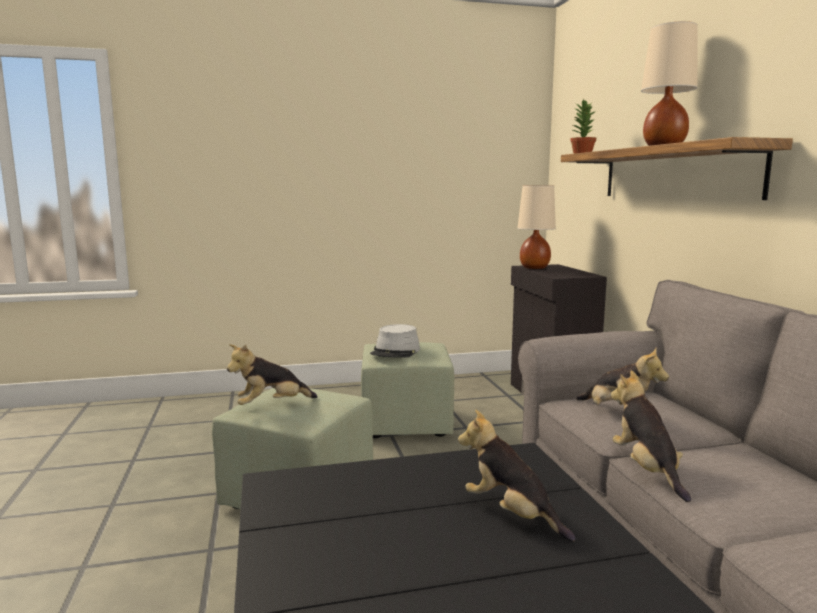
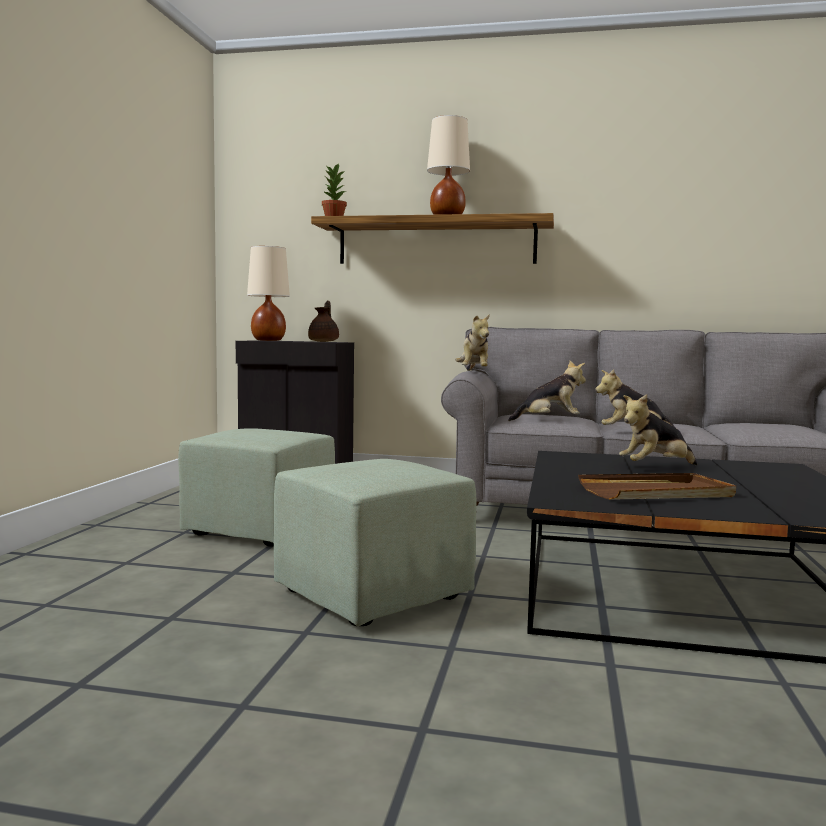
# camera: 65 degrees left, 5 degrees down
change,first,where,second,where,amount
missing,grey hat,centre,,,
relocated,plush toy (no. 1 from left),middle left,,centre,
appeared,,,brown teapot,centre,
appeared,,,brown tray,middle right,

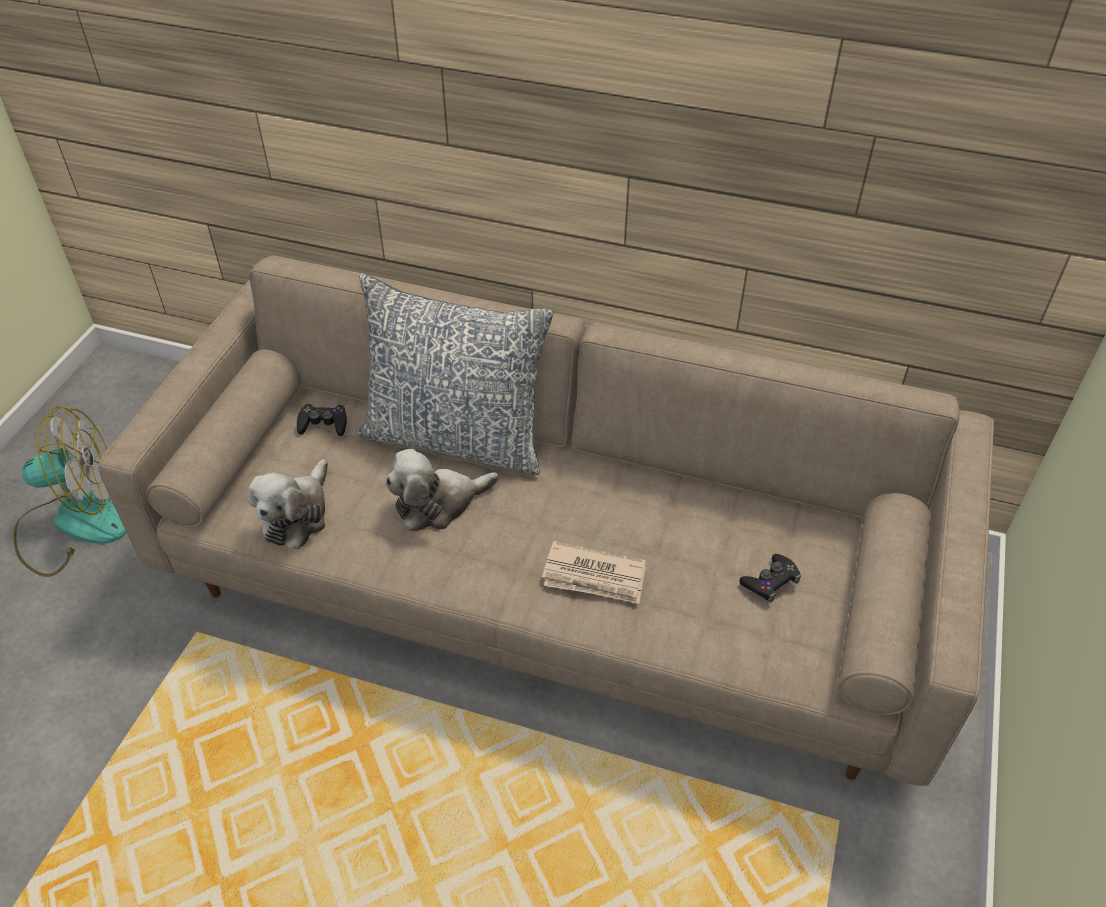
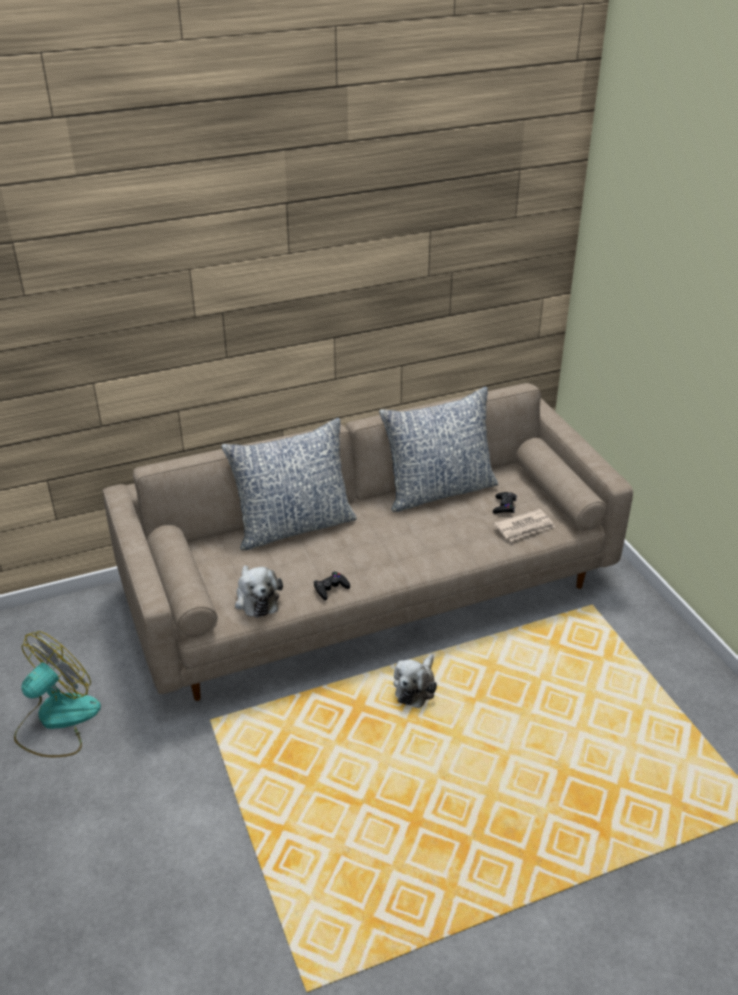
# camera: 40 degrees left, 10 degrees down
change,first,where,second,where,amount
relocated,black game controller (no. 1 from left),middle left,,centre,
relocated,plush toy (no. 2 from left),centre,,bottom centre,
relocated,newspaper,centre,,middle right,
appeared,,,pillow (no. 2 from left),centre,

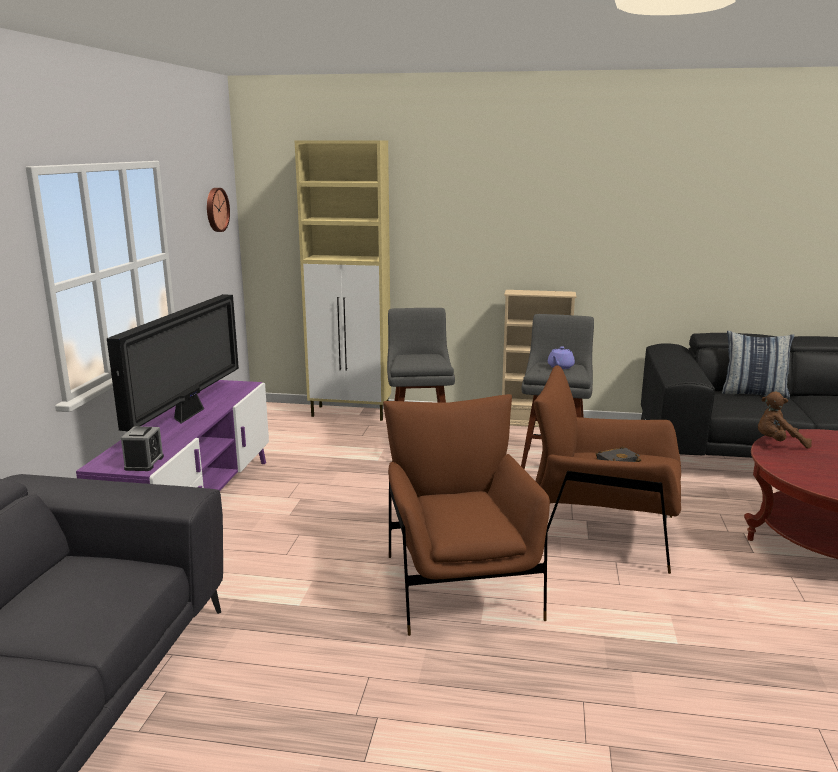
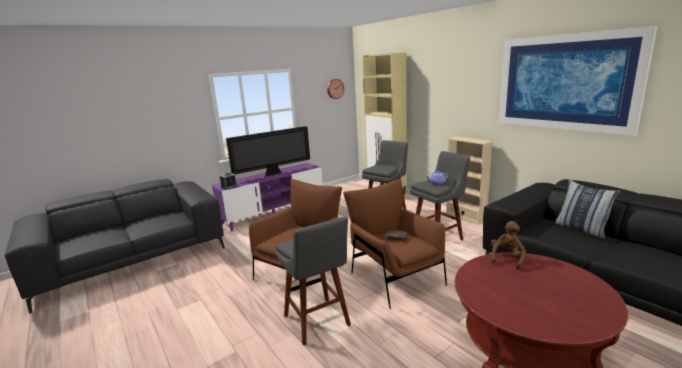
# camera: 45 degrees right, 0 degrees up
change,first,where,second,where,amount
spun,brown plush toy,middle right,,middle right,75 degrees clockwise
appeared,,,picture,top right,
appeared,,,grey stool (no. 1 from left),bottom centre,

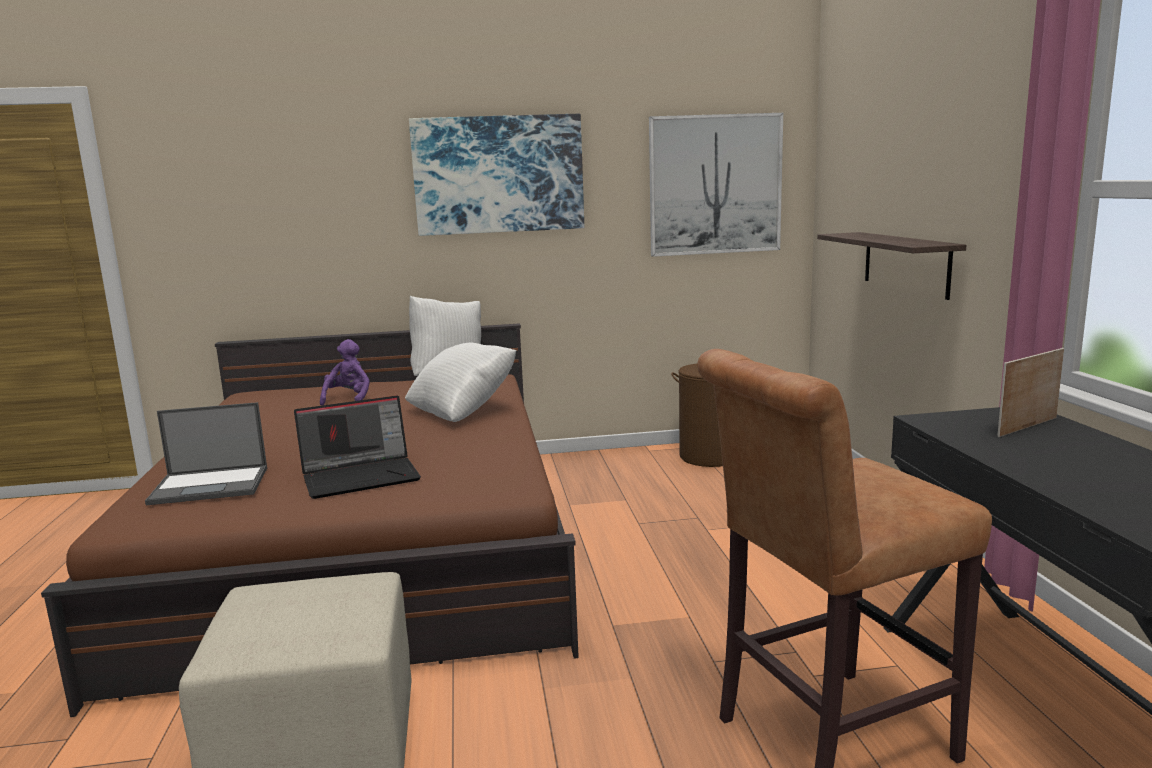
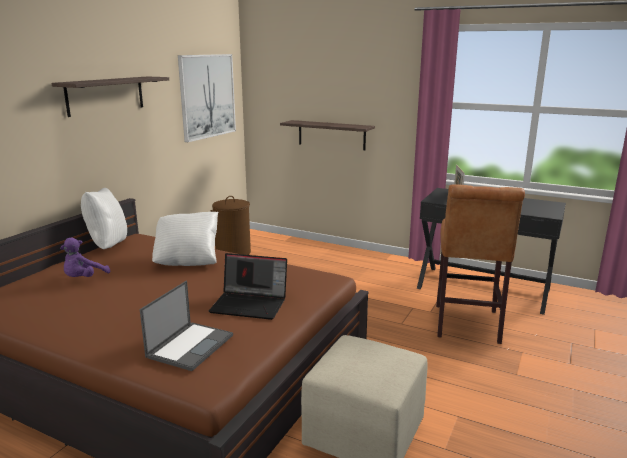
# camera: 55 degrees left, 5 degrees up
change,first,where,second,where,amount
exchanged,picture (no. 1 from left),top centre,shelf (no. 1 from left),top left,
spun,purple plush toy,middle left,,middle left,105 degrees counterclockwise
spun,laptop (no. 2 from left),middle left,,centre,90 degrees clockwise

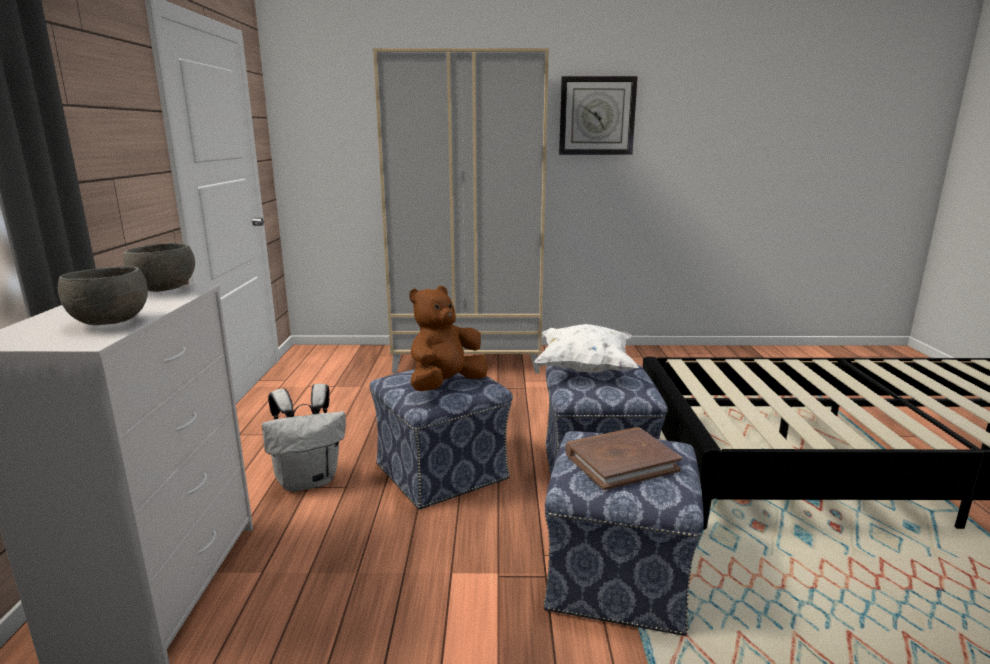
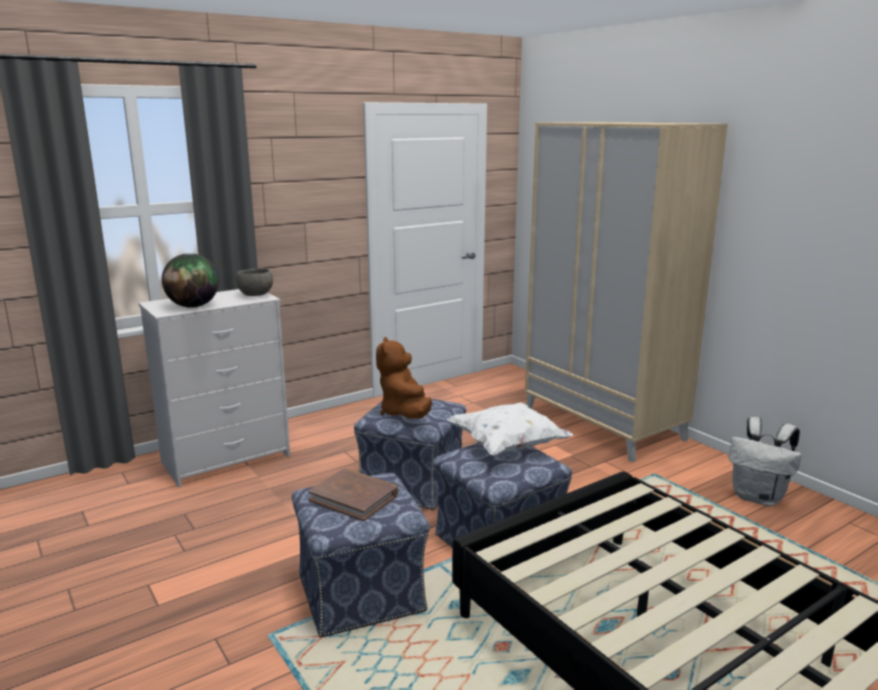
# camera: 55 degrees right, 0 degrees up
change,first,where,second,where,amount
missing,wall clock,top centre,,,
exchanged,grey bowl (no. 1 from left),middle left,globe,middle left,
spun,brown plush toy,centre,,centre,105 degrees counterclockwise
relocated,white backpack,middle left,,bottom right,

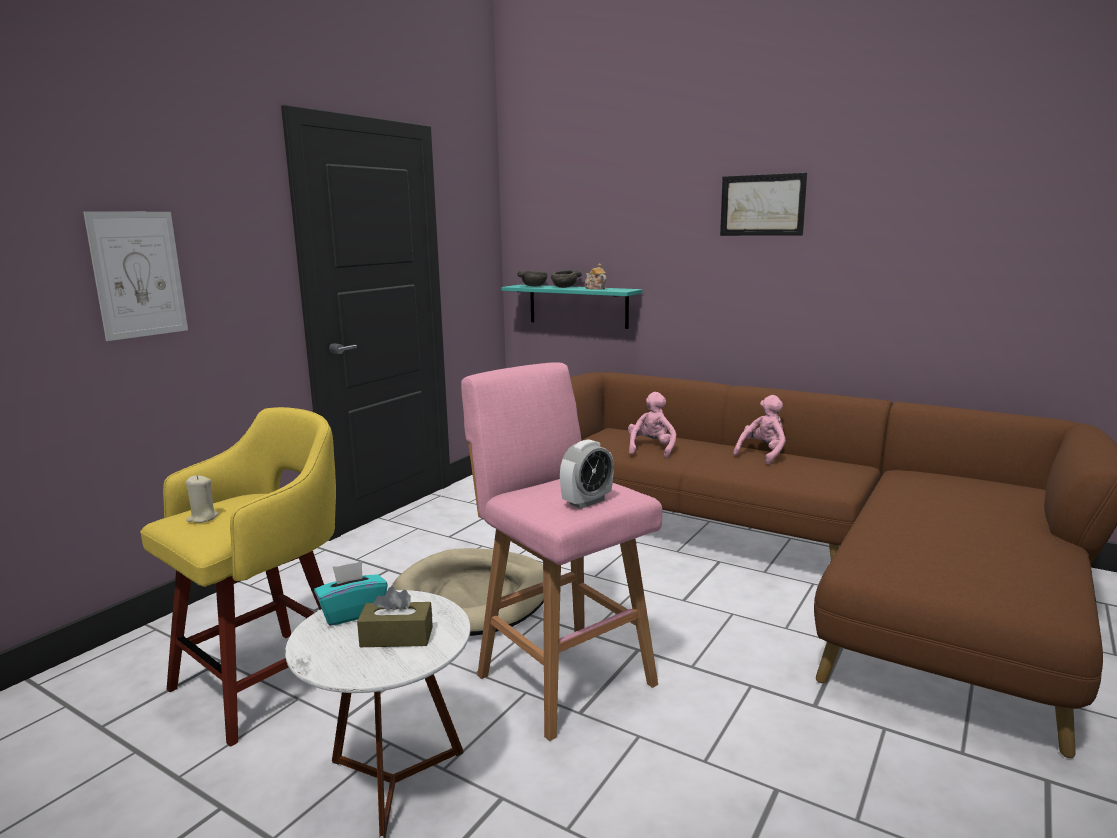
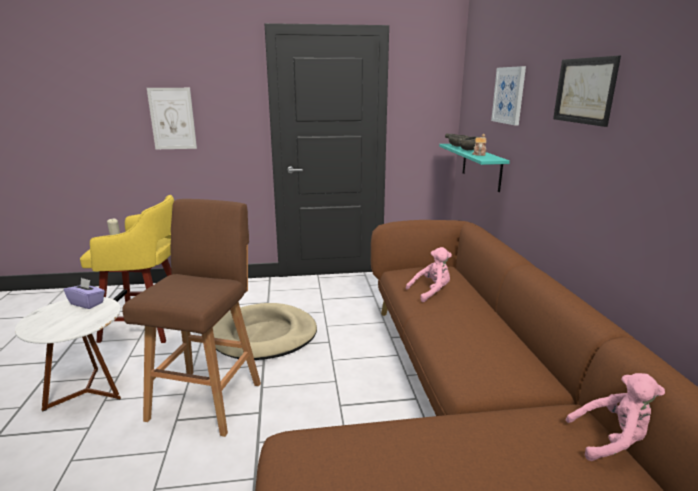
# camera: 50 degrees right, 5 degrees up
change,first,where,second,where,amount
colour,pink stool,centre,brown stool,middle left,
relocated,pink plush toy (no. 2 from left),middle right,,bottom right,
missing,alarm clock,centre,,,
colour,turquoise tissue box,bottom left,purple tissue box,middle left,
missing,brown tissue box,bottom centre,,,
appeared,,,picture (no. 2 from left),top right,

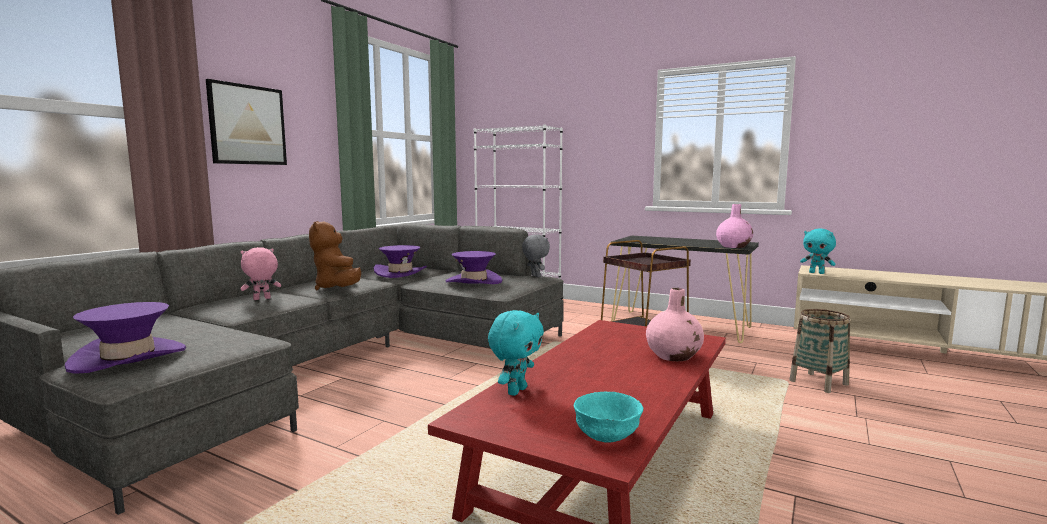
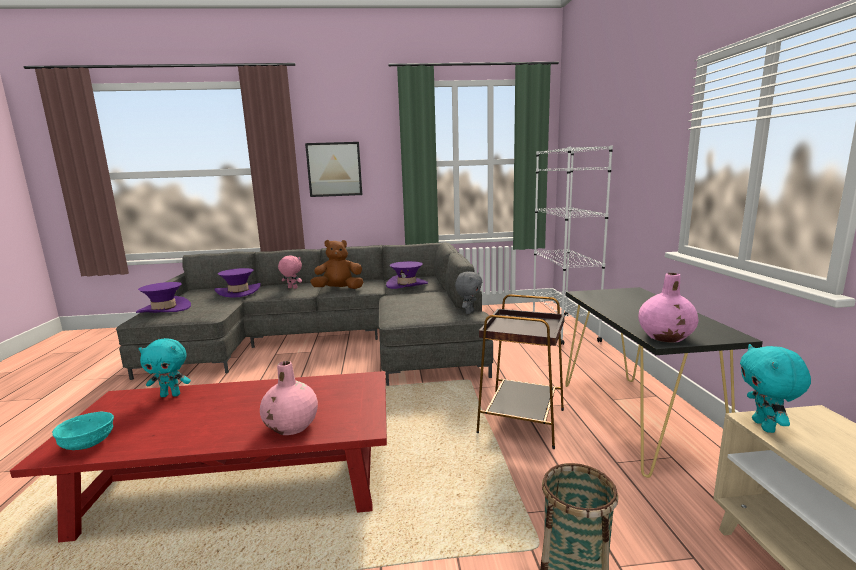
# camera: 55 degrees right, 5 degrees up
change,first,where,second,where,amount
spun,brown plush toy,middle left,,centre,45 degrees clockwise
relocated,purple hat (no. 3 from left in the first image),centre,purple hat (no. 2 from left),middle left,

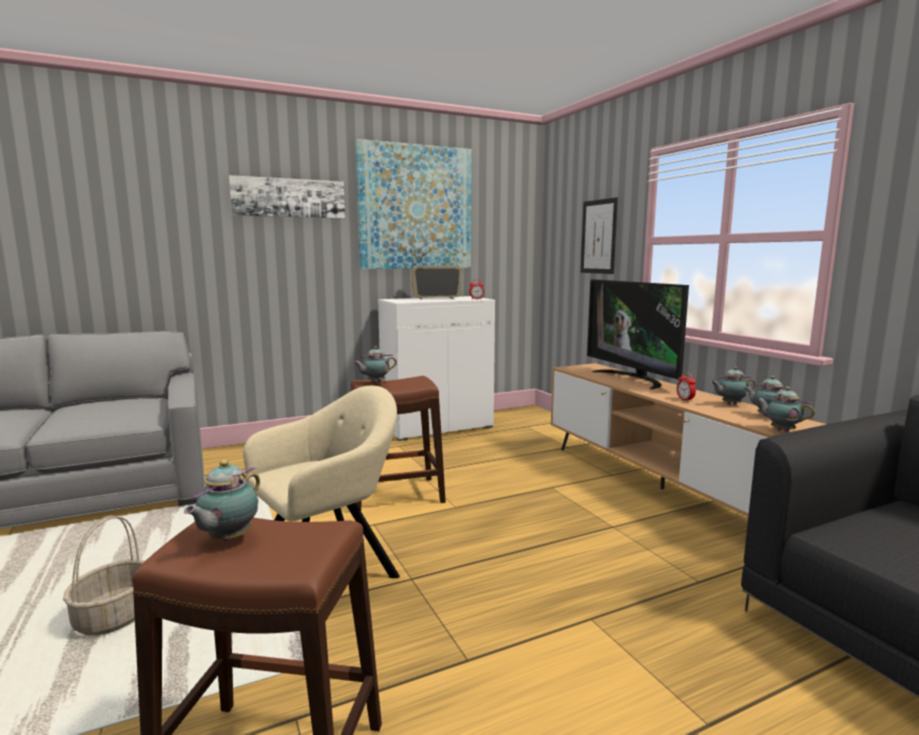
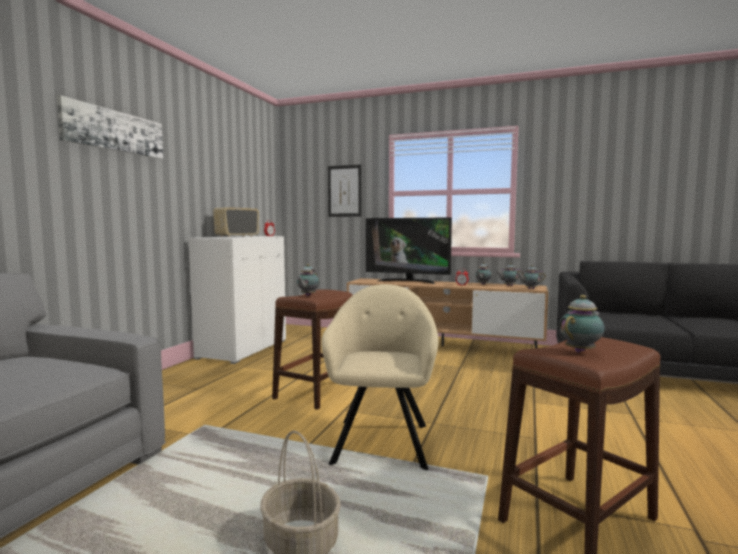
# camera: 45 degrees left, 5 degrees down
change,first,where,second,where,amount
missing,picture (no. 2 from left),top centre,,,
spun,teapot (no. 1 from left in the first image),bottom left,teapot (no. 5 from left),middle right,105 degrees counterclockwise

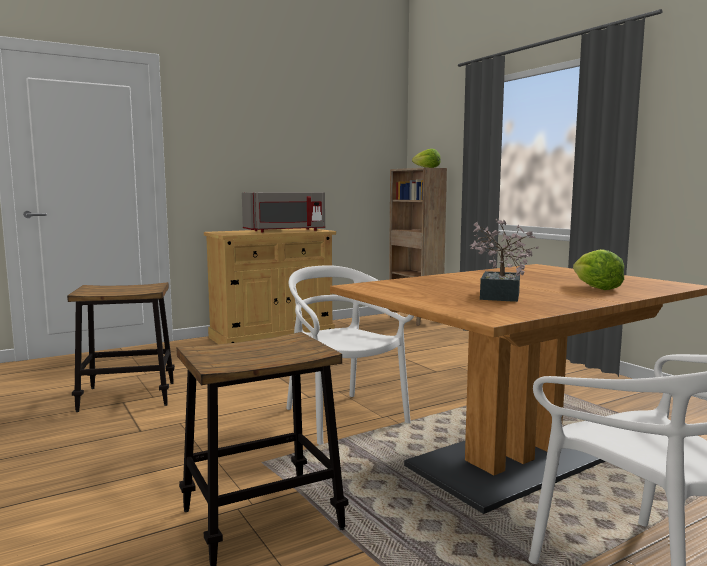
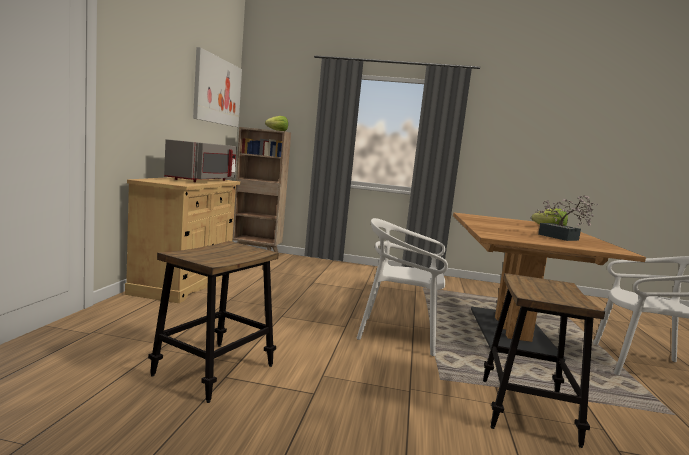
# camera: 50 degrees left, 0 degrees up
change,first,where,second,where,amount
appeared,,,picture,top left,

